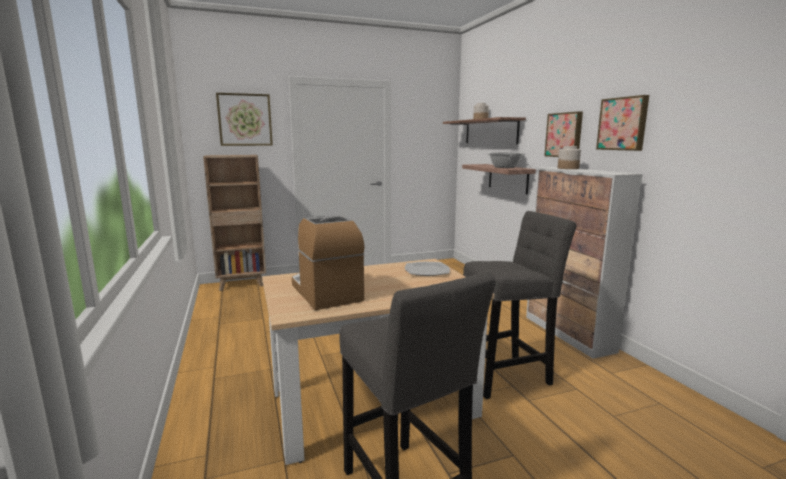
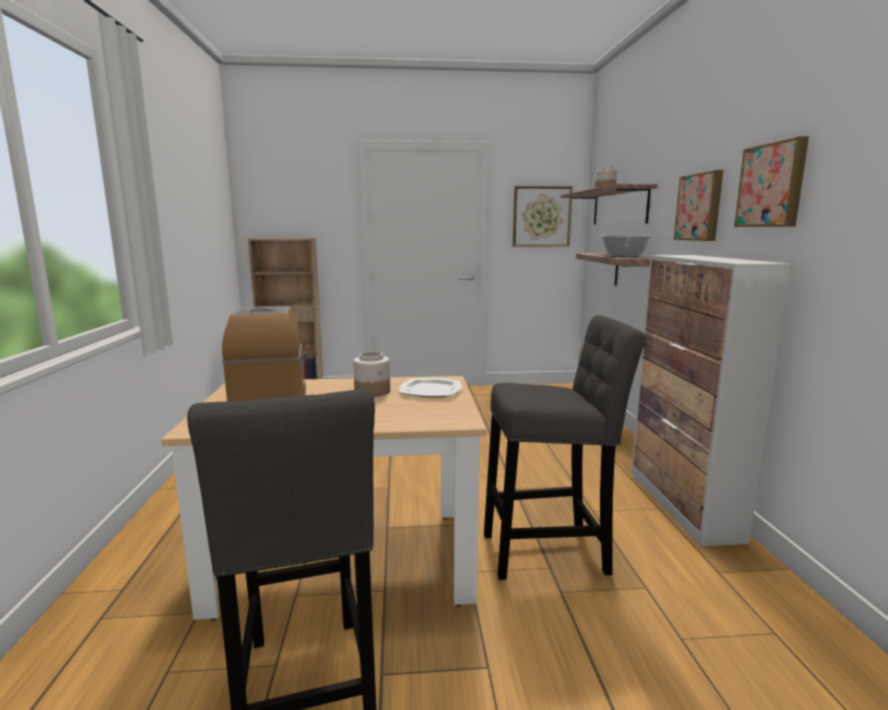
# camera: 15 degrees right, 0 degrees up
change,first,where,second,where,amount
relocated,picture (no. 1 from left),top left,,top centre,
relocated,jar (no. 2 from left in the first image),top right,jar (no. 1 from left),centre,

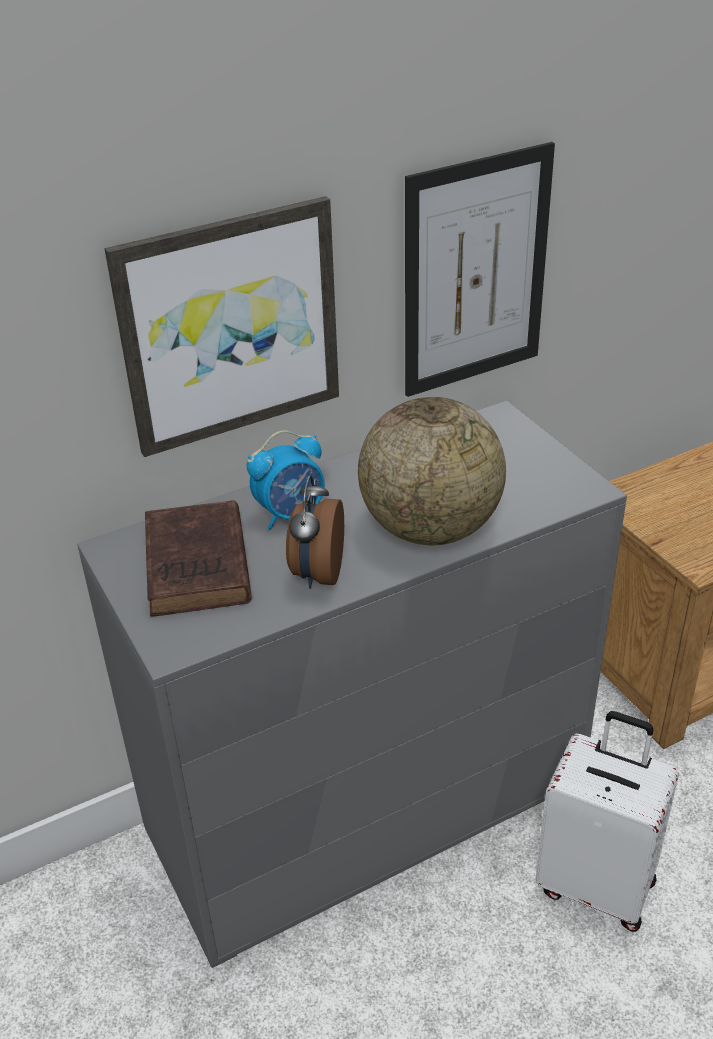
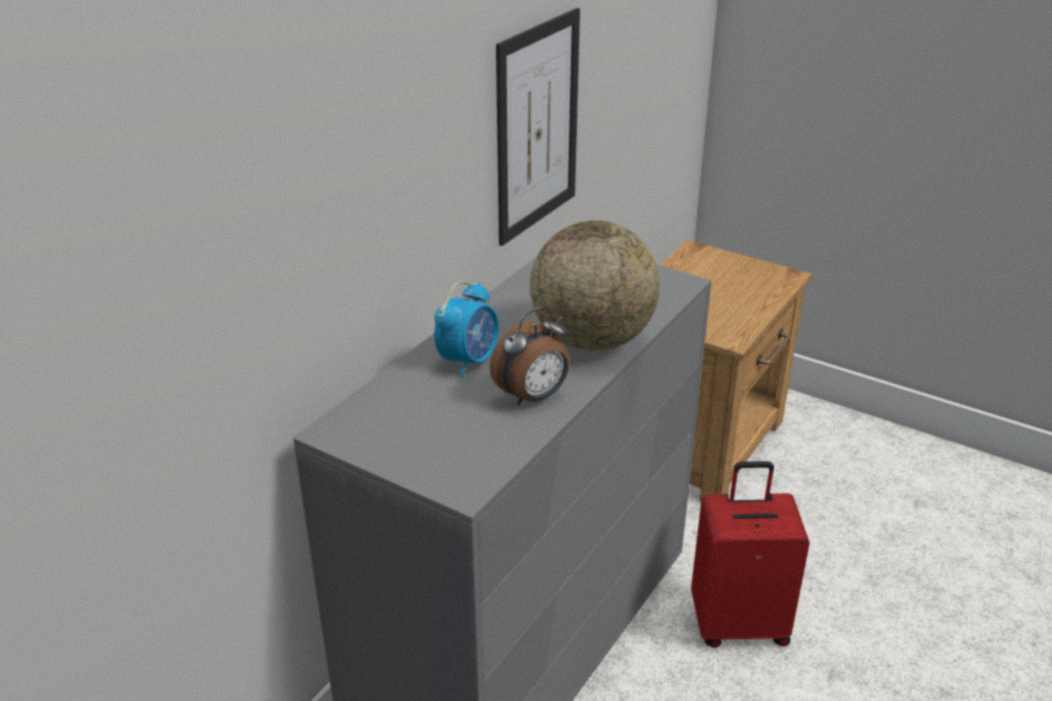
# camera: 30 degrees left, 5 degrees down
change,first,where,second,where,amount
missing,picture (no. 1 from left),top left,,,
spun,alarm clock (no. 2 from left),centre,,centre,105 degrees counterclockwise
missing,brown book,middle left,,,
colour,white suitcase,bottom right,red suitcase,bottom right,

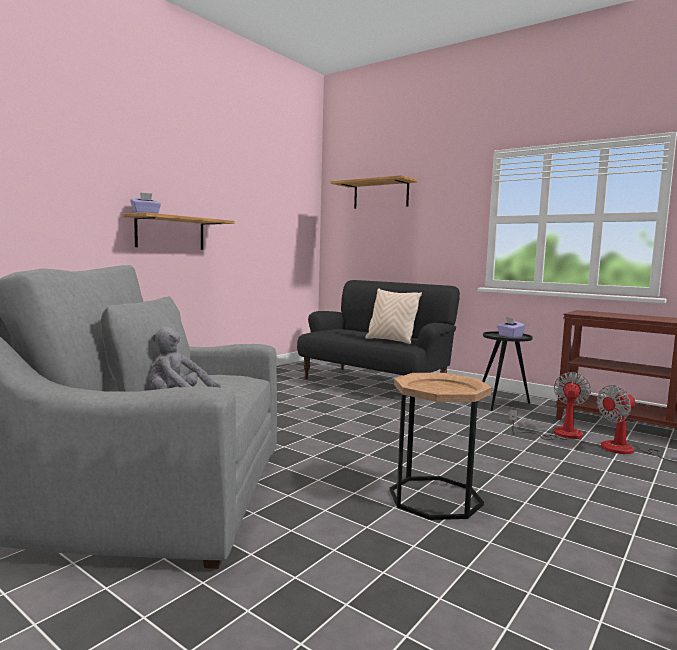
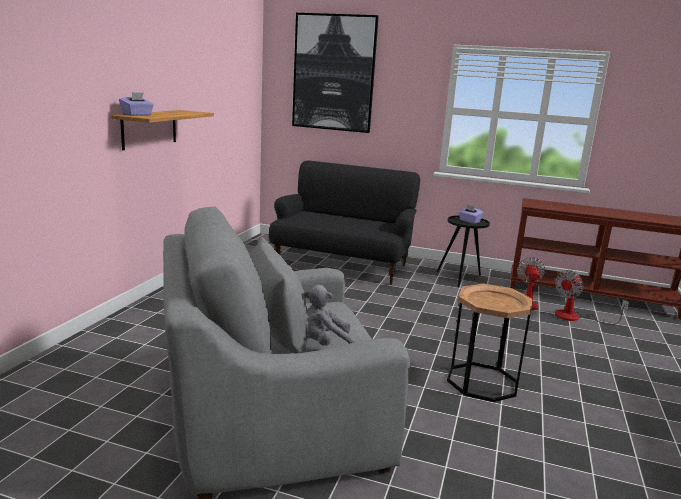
# camera: 20 degrees left, 10 degrees up
change,first,where,second,where,amount
exchanged,shelf (no. 2 from left),top centre,picture,top centre,
missing,beige pillow,centre,,,

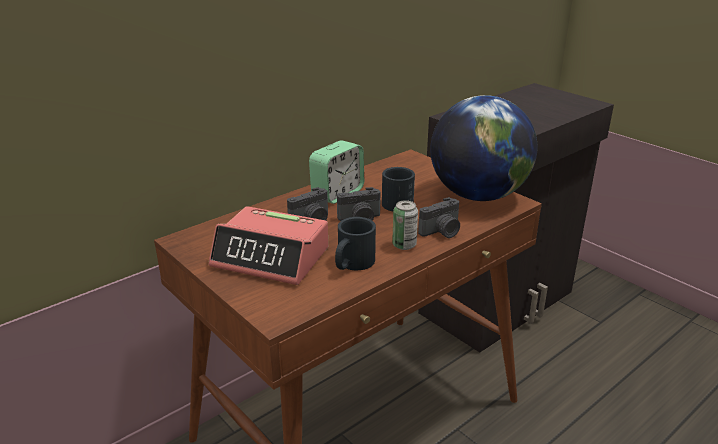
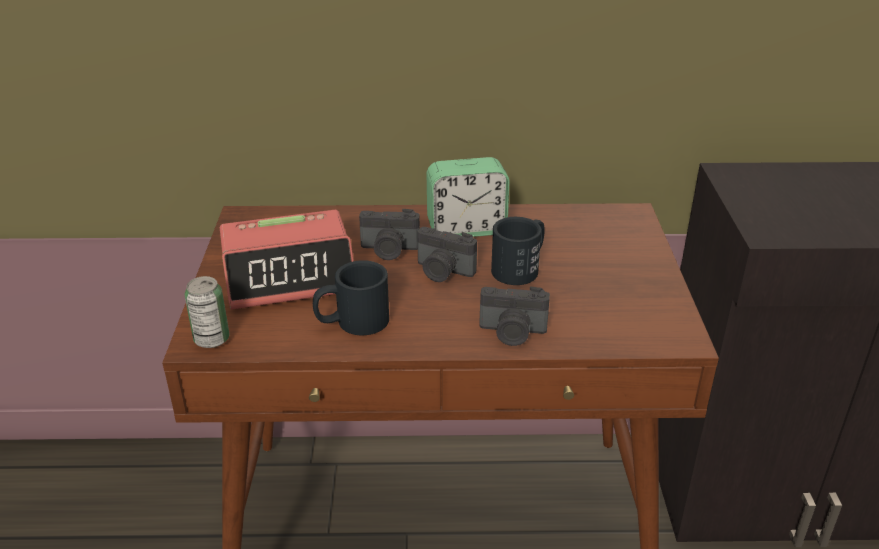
# camera: 40 degrees right, 5 degrees up
change,first,where,second,where,amount
missing,globe,middle right,,,
relocated,can,centre,,middle left,
spun,alarm clock (no. 1 from left),centre,,middle left,75 degrees counterclockwise

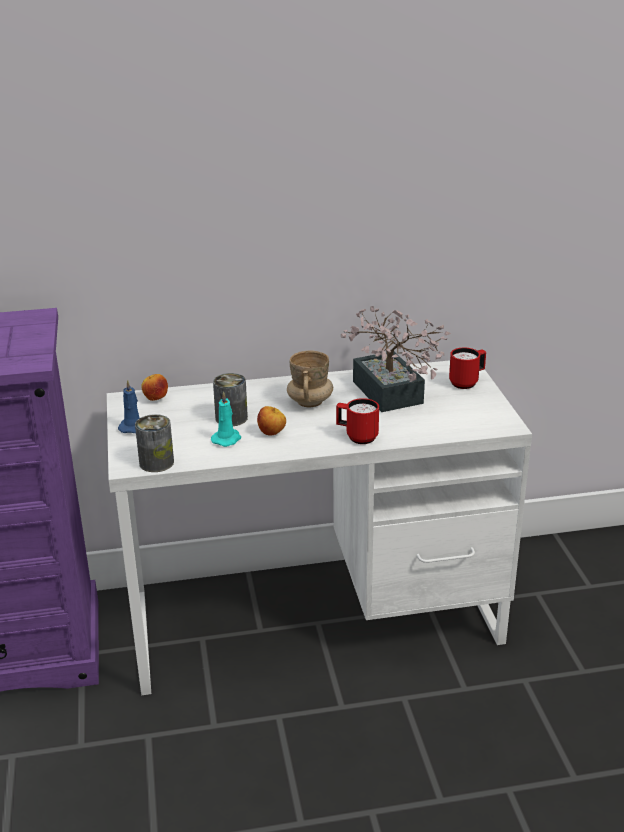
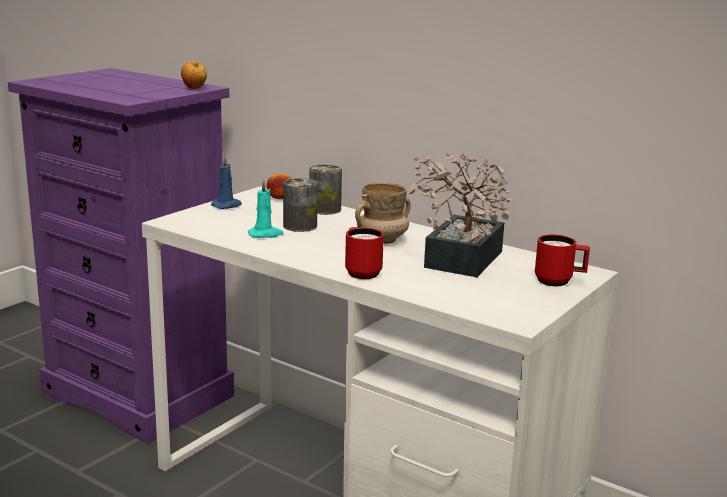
# camera: 45 degrees right, 10 degrees down
change,first,where,second,where,amount
relocated,apple (no. 2 from left in the first image),centre,apple (no. 1 from left),top left,
relocated,can (no. 1 from left in the first image),middle left,can (no. 2 from left),centre,

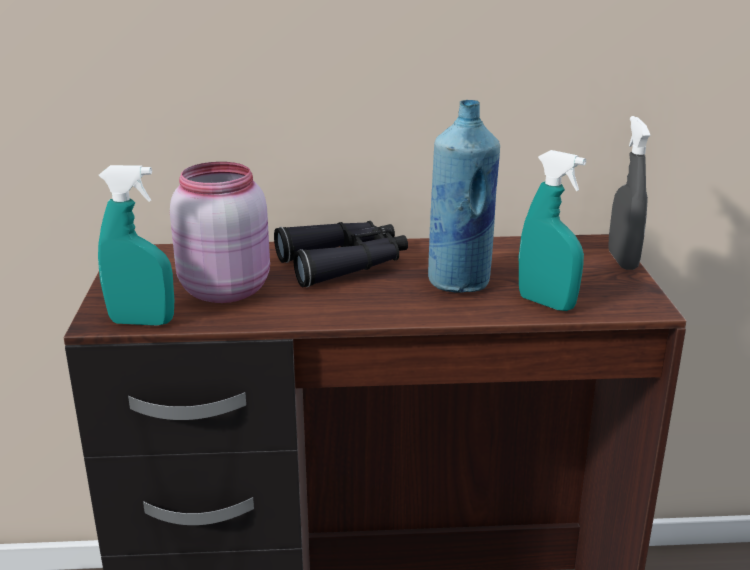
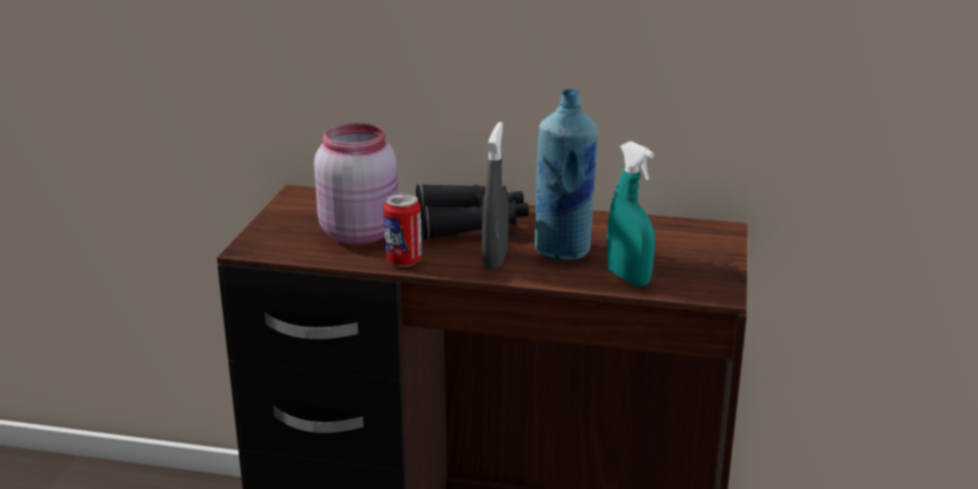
# camera: 15 degrees right, 0 degrees up
change,first,where,second,where,amount
relocated,grey spray bottle,middle right,,centre,
missing,turquoise spray bottle (no. 1 from left),middle left,,,
appeared,,,can,centre,

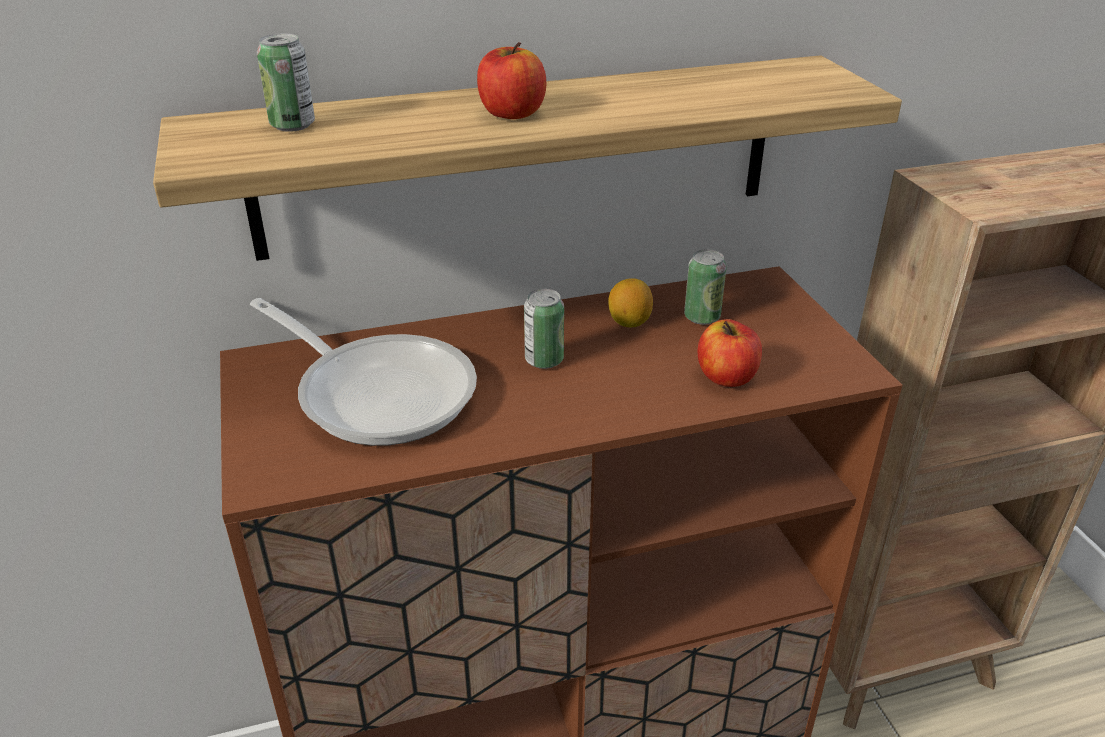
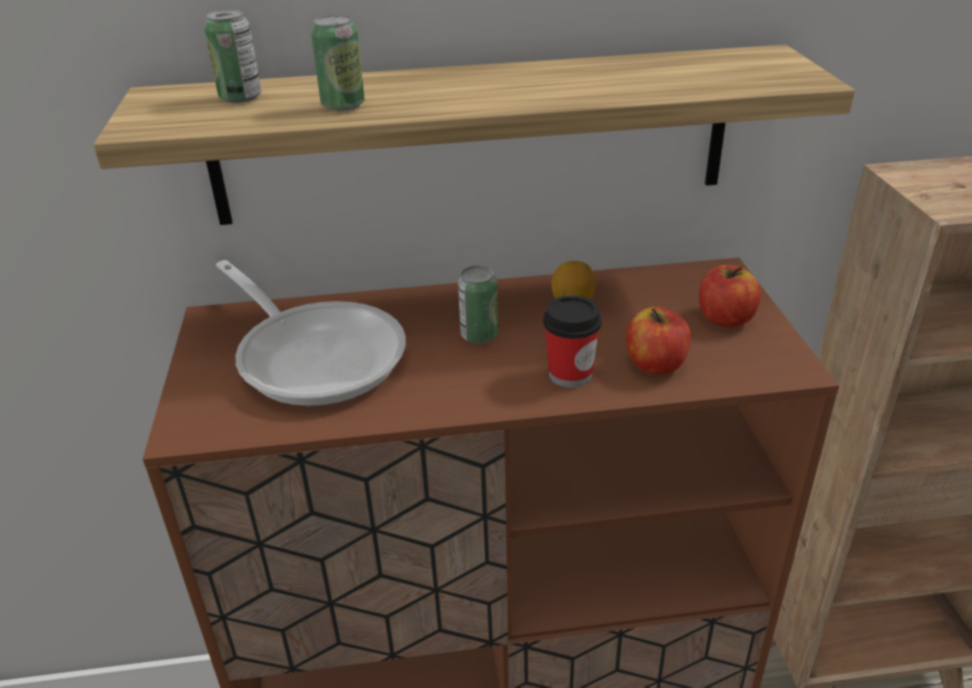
# camera: 10 degrees right, 0 degrees up
change,first,where,second,where,amount
relocated,apple (no. 1 from left in the first image),top centre,apple (no. 2 from left),middle right,
relocated,can (no. 3 from left in the first image),centre,can (no. 2 from left),top centre,
appeared,,,cup,centre,

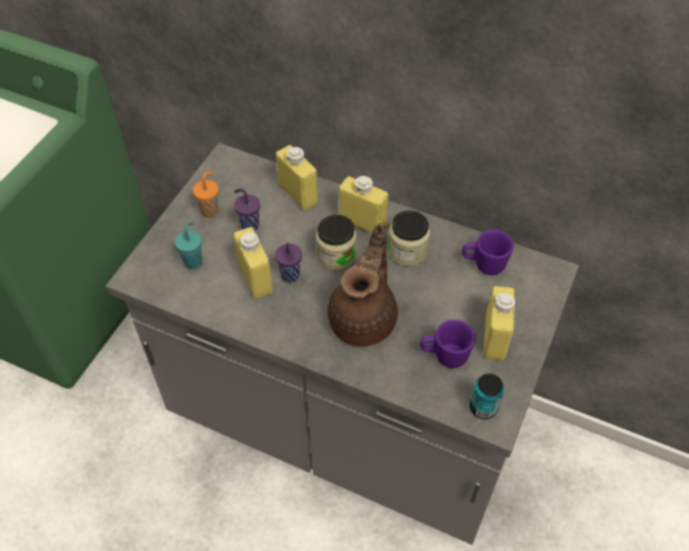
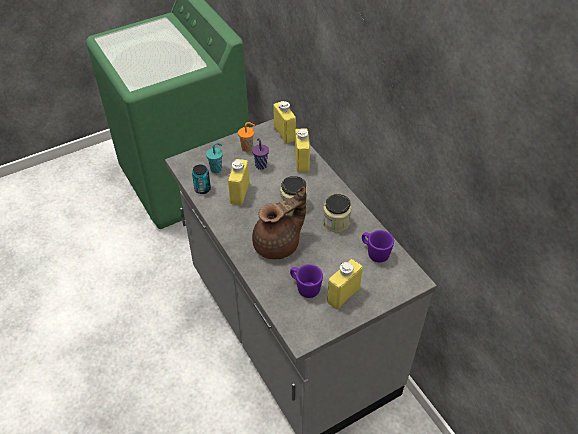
# camera: 35 degrees right, 5 degrees down
change,first,where,second,where,amount
relocated,yellow bottle (no. 3 from left in the first image),centre,yellow bottle (no. 2 from left),top centre,
missing,purple cup (no. 2 from left),centre,,,
relocated,can,bottom right,,centre,

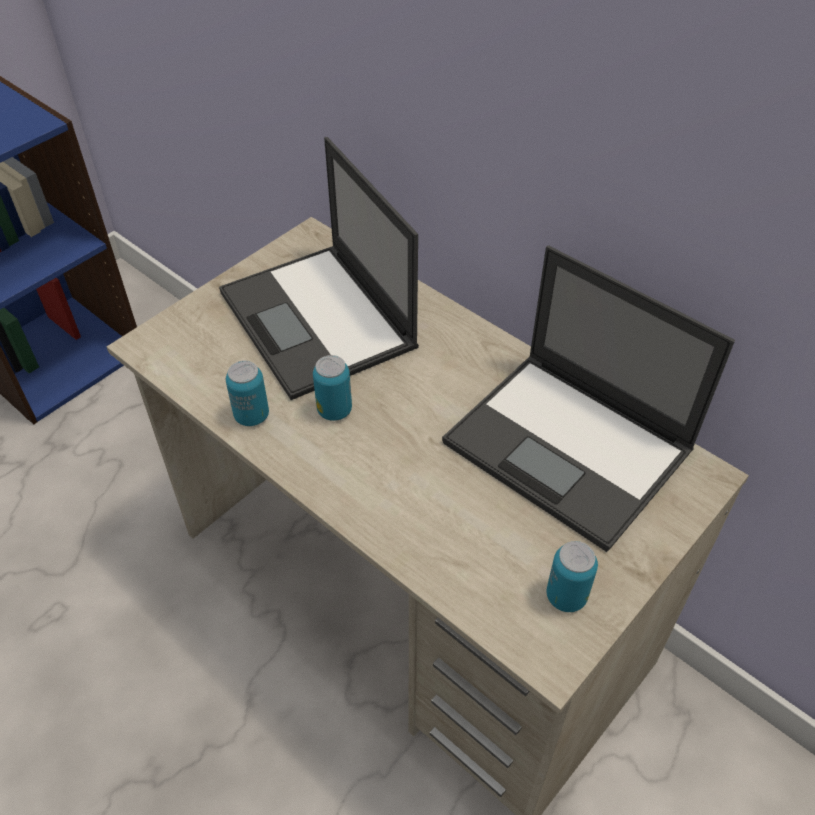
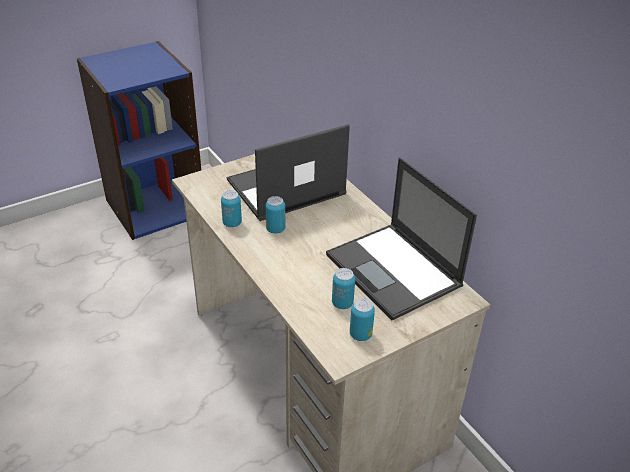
# camera: 15 degrees right, 10 degrees down
change,first,where,second,where,amount
spun,laptop (no. 1 from left),top centre,,centre,75 degrees clockwise
appeared,,,can (no. 3 from left),centre,

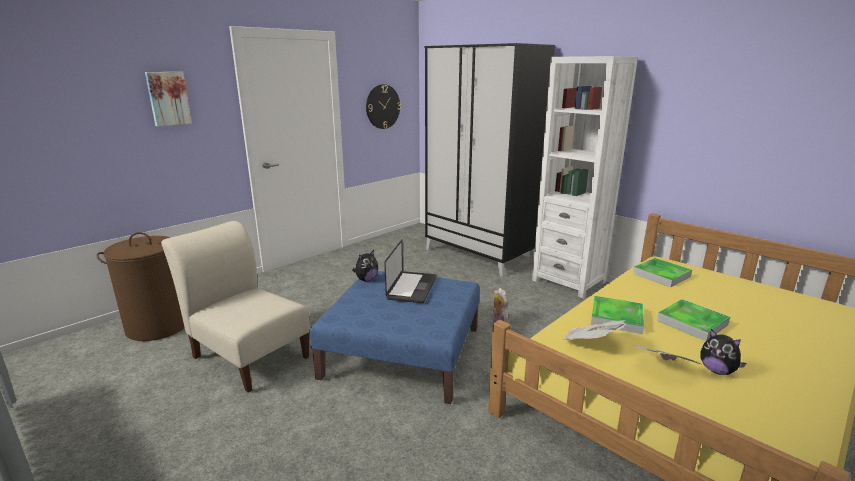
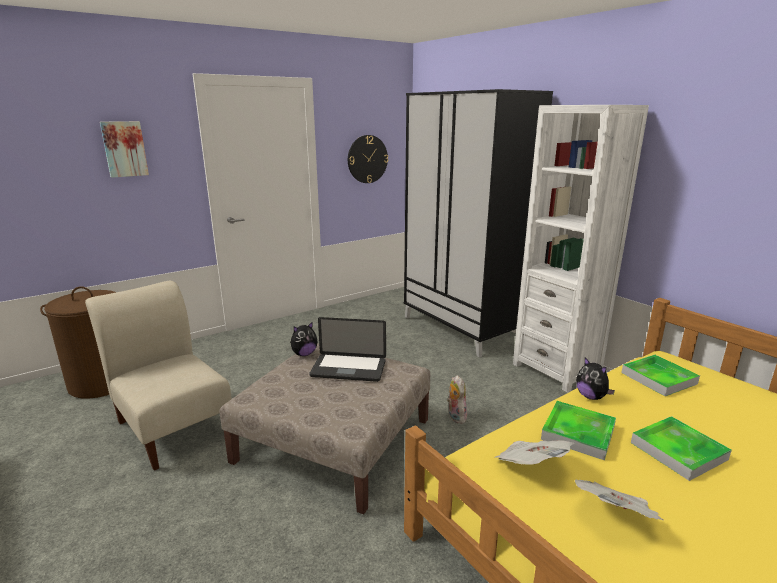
# camera: 10 degrees right, 0 degrees up
change,first,where,second,where,amount
spun,laptop,centre,,centre,75 degrees clockwise
colour,blue ottoman,bottom centre,beige ottoman,bottom centre,
relocated,plush toy (no. 3 from left),bottom right,,middle right,

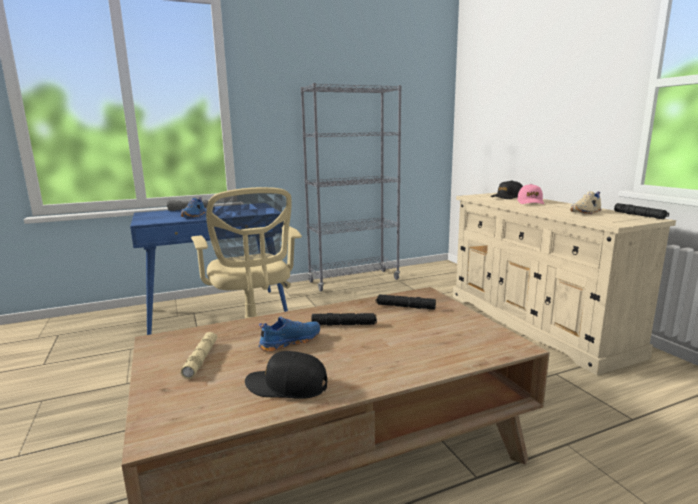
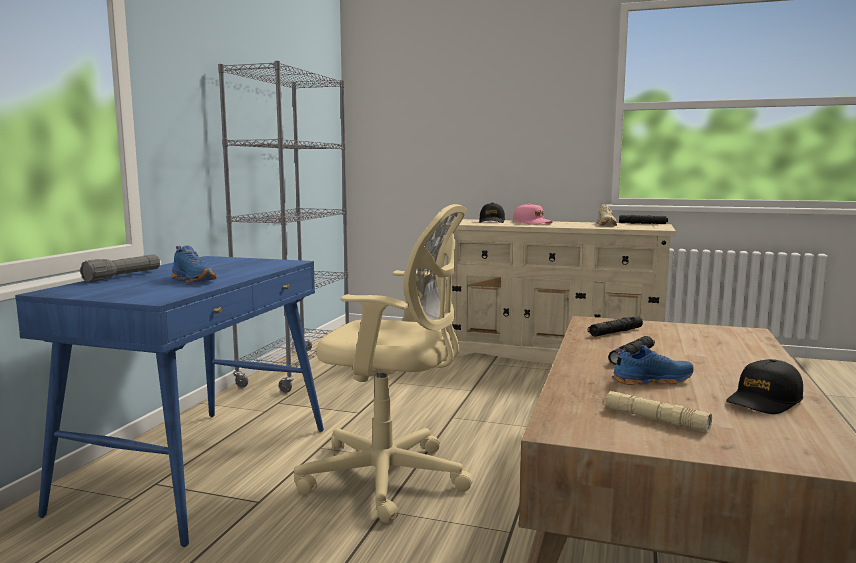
# camera: 50 degrees left, 5 degrees down
change,first,where,second,where,amount
spun,blue shoe (no. 2 from left),centre,,middle right,75 degrees clockwise

